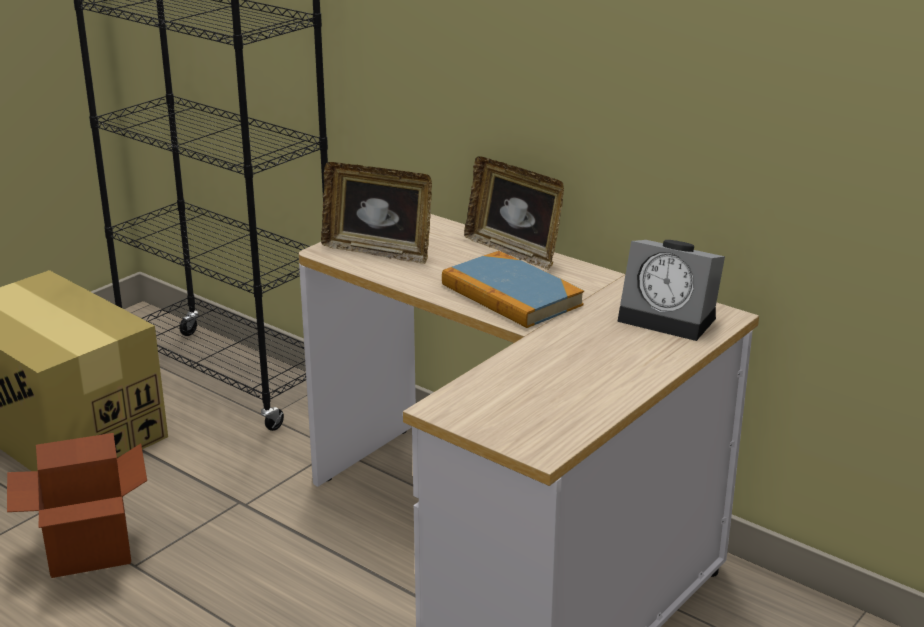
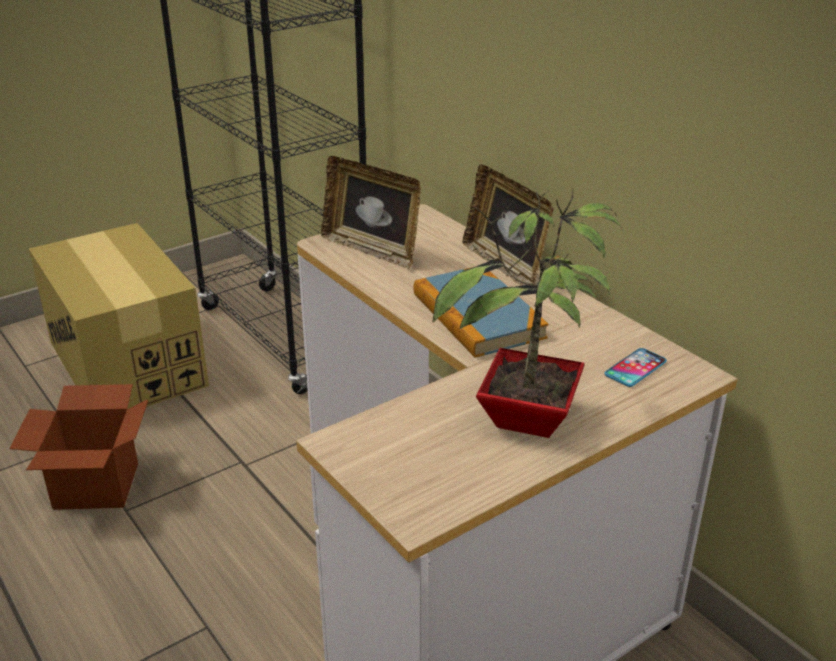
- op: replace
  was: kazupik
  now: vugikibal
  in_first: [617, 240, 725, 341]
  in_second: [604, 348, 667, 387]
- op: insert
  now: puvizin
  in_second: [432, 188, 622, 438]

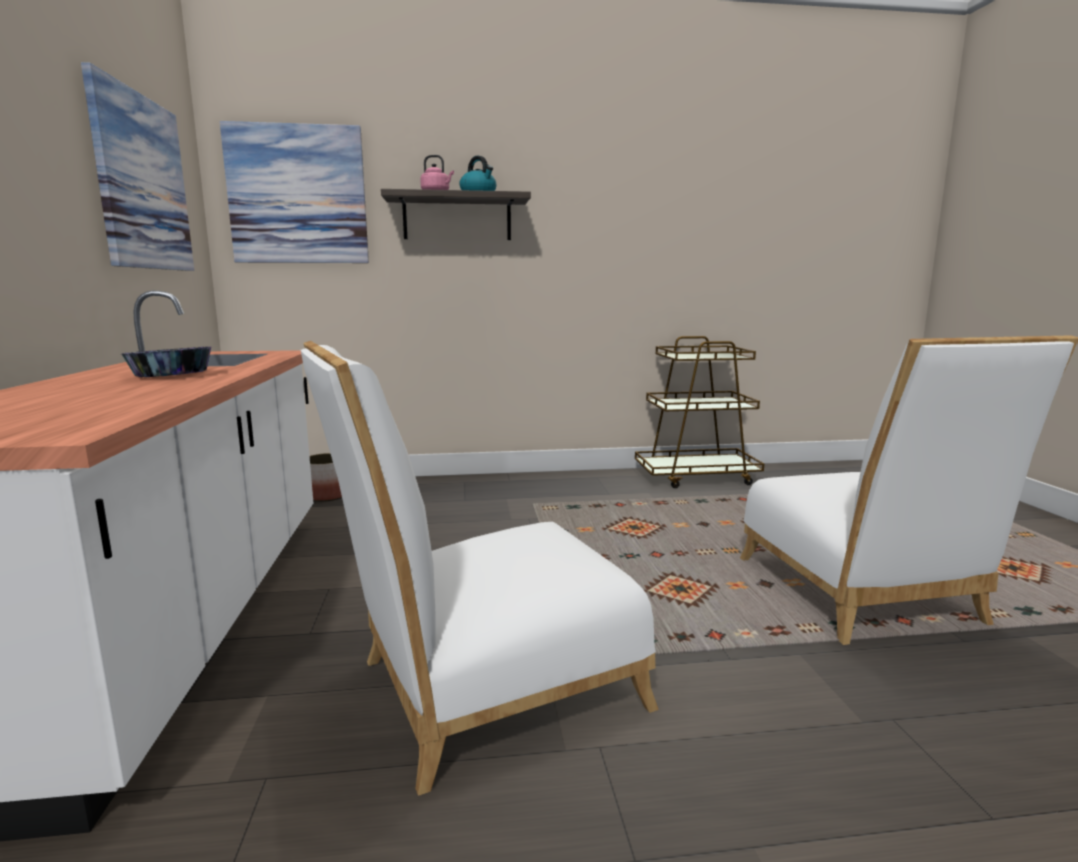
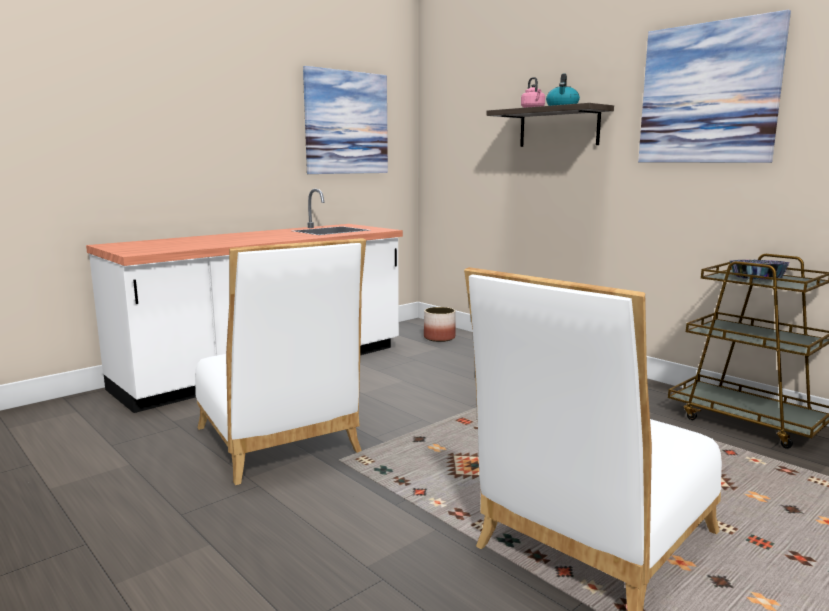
- op: move
  was: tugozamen
  in_first: [122, 347, 211, 377]
  in_second: [730, 260, 789, 280]
- op: move
  was: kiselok
  in_first: [220, 121, 369, 263]
  in_second: [638, 10, 791, 163]
- op: rotate
  was: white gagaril
  in_first: [301, 341, 658, 795]
  in_second: [195, 238, 366, 485]
  clockwise: -150

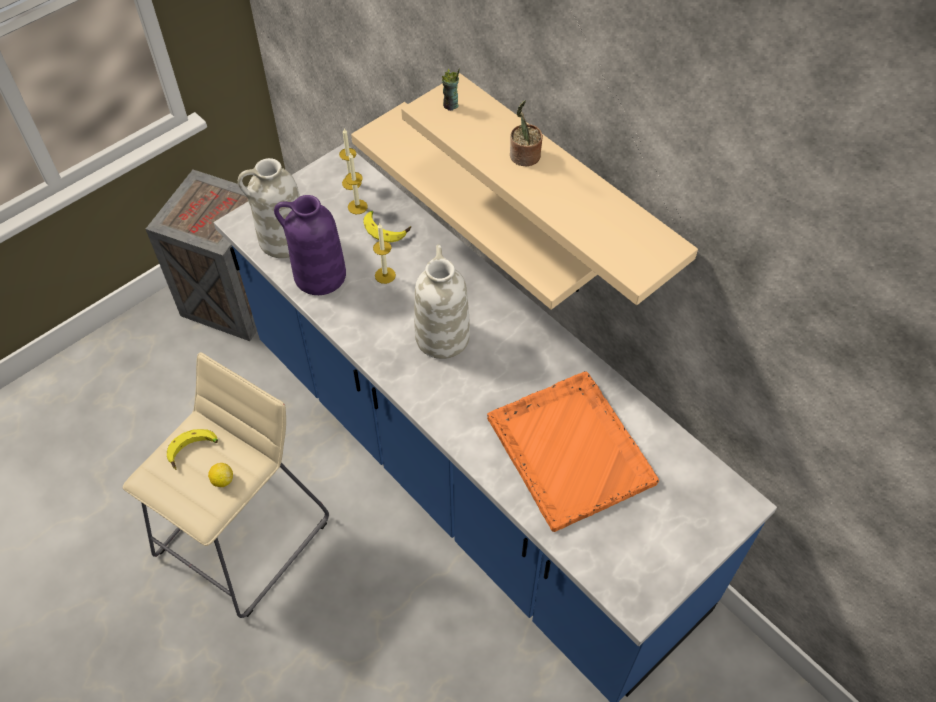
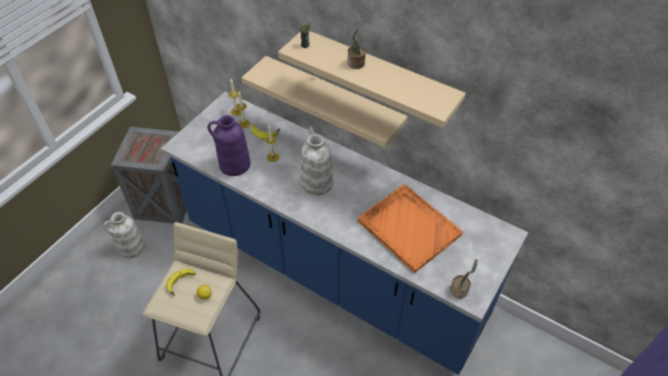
- op: move
  was: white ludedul
  in_first: [238, 158, 300, 258]
  in_second: [103, 212, 145, 258]
- op: insert
  now: puvizin
  in_second: [450, 259, 478, 298]

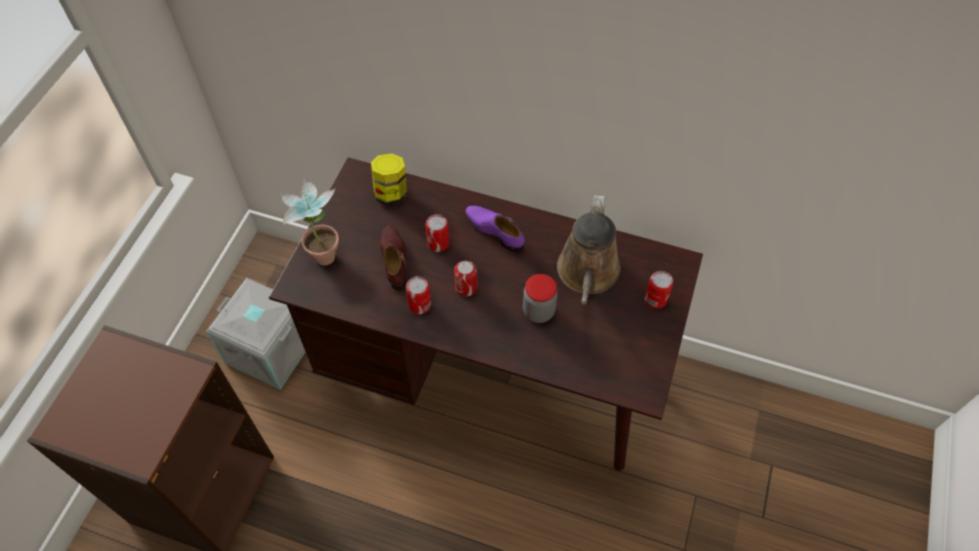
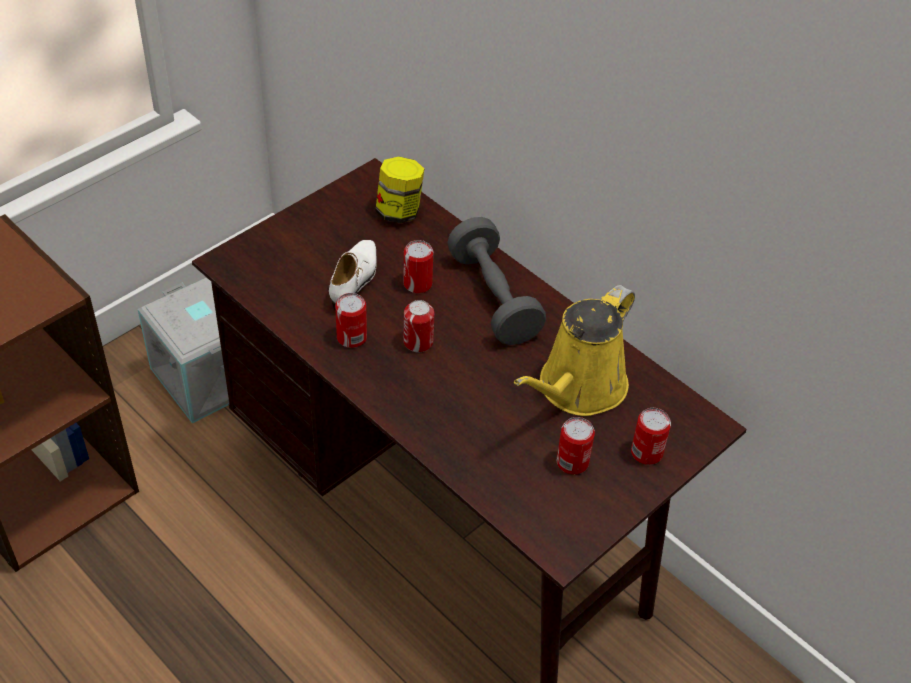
- op: delete
  was: puvizin
  in_first: [278, 178, 339, 266]
- op: recolor
  was: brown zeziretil
  now: white zeziretil
  in_first: [380, 225, 407, 291]
  in_second: [329, 240, 377, 311]
- op: replace
  was: purple zeziretil
  now: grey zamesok
  in_first: [465, 206, 525, 253]
  in_second: [447, 217, 546, 345]
- op: delete
  was: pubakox
  in_first: [523, 274, 558, 323]
- op: recolor
  was: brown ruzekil
  now: yellow ruzekil
  in_first: [557, 195, 621, 305]
  in_second: [514, 285, 635, 416]
- op: insert
  now: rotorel
  in_second: [557, 417, 595, 474]

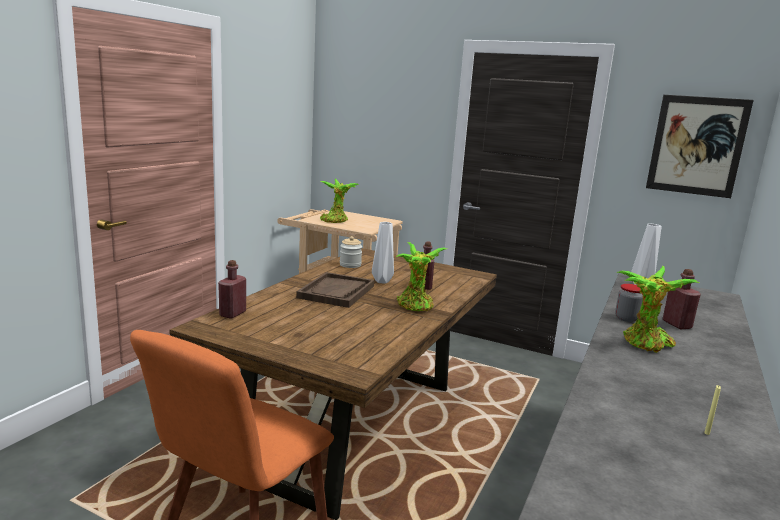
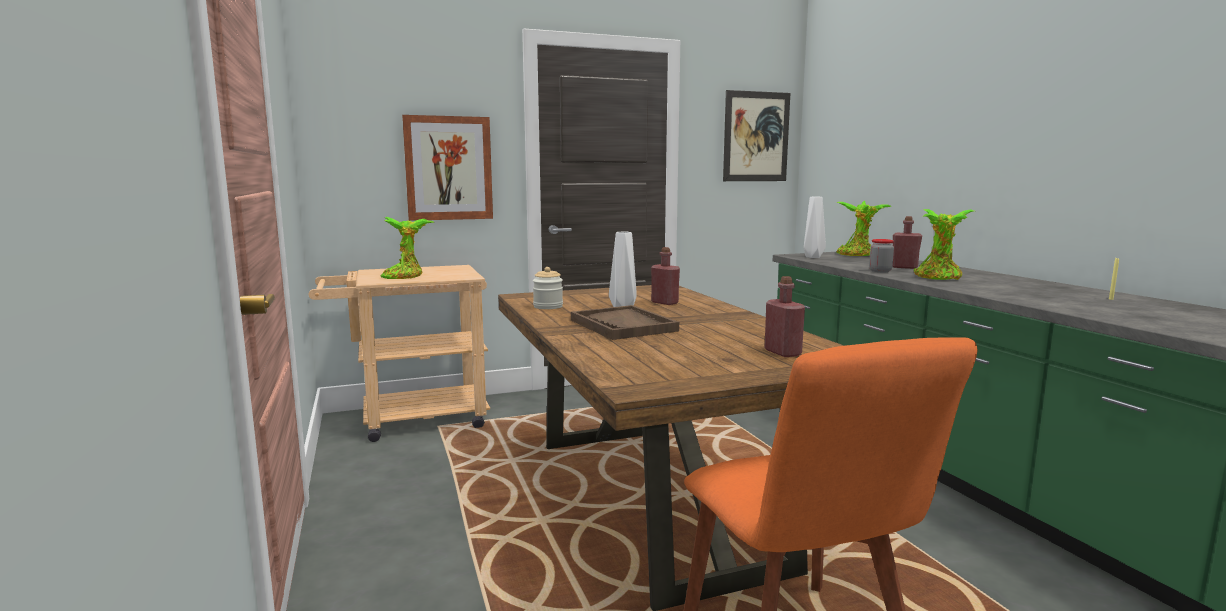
- op: move
  was: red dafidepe
  in_first: [218, 260, 246, 319]
  in_second: [764, 276, 805, 357]
- op: move
  was: puvizin
  in_first: [396, 242, 447, 311]
  in_second: [836, 201, 892, 256]
- op: insert
  now: kiselok
  in_second: [402, 115, 493, 221]

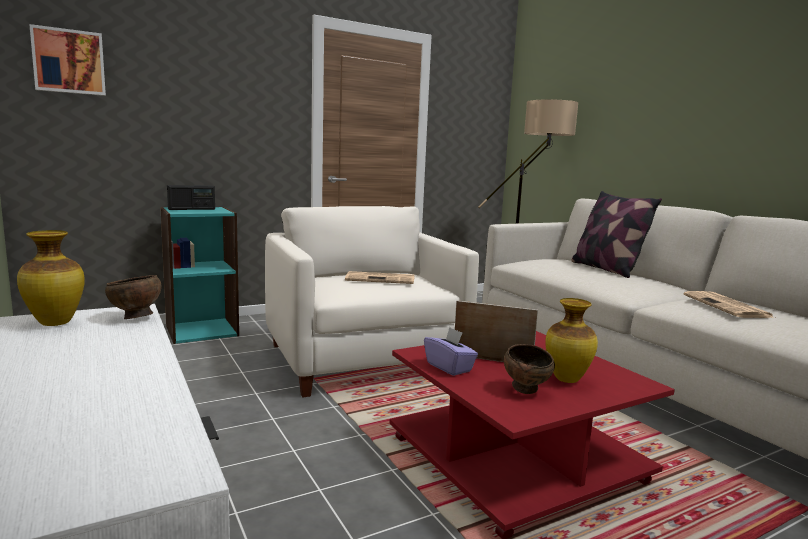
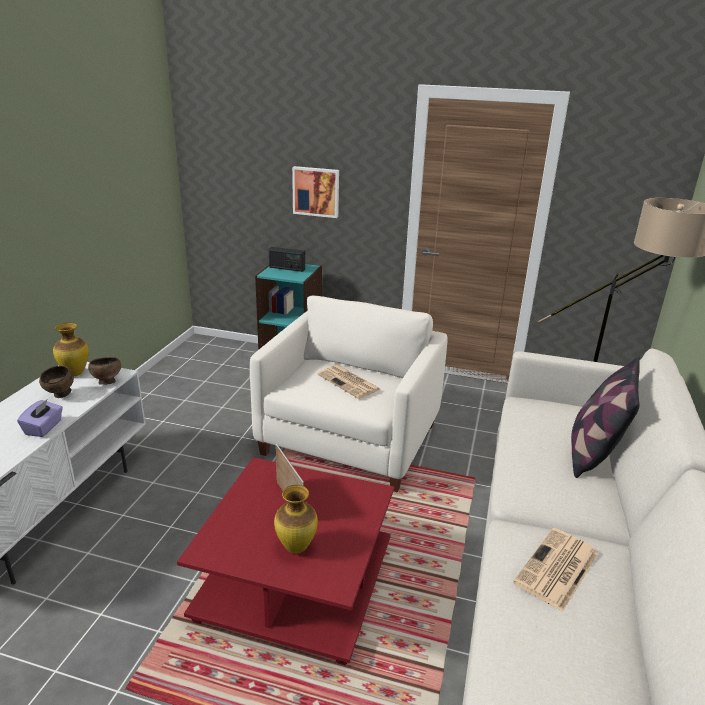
- op: move
  was: kiselok
  in_first: [29, 24, 106, 96]
  in_second: [292, 166, 339, 218]
- op: move
  was: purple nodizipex
  in_first: [424, 327, 478, 376]
  in_second: [17, 400, 63, 437]
- op: move
  was: brown tugozamen
  in_first: [504, 344, 555, 394]
  in_second: [39, 365, 74, 398]

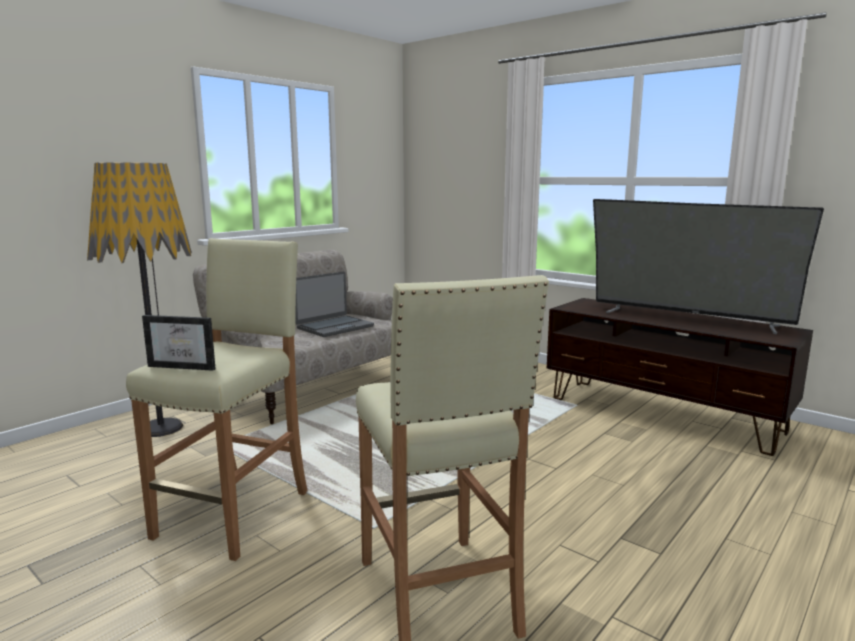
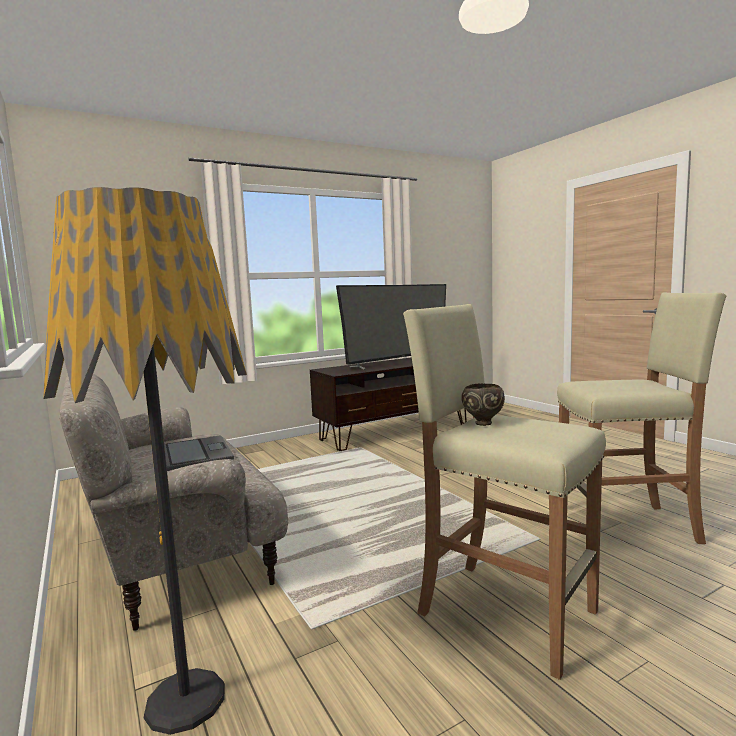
- op: delete
  was: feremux
  in_first: [142, 315, 216, 371]
- op: insert
  now: brown tugozamen
  in_second: [461, 384, 505, 426]

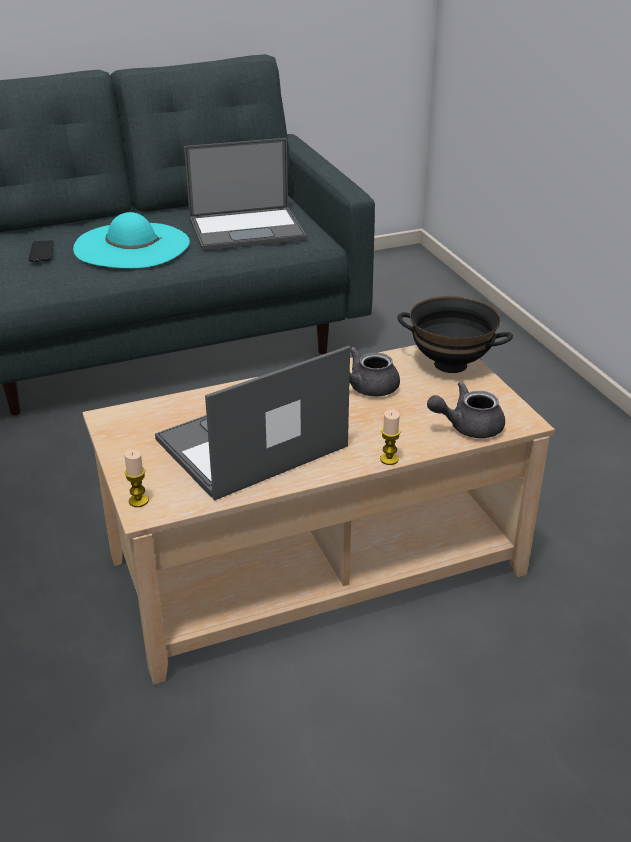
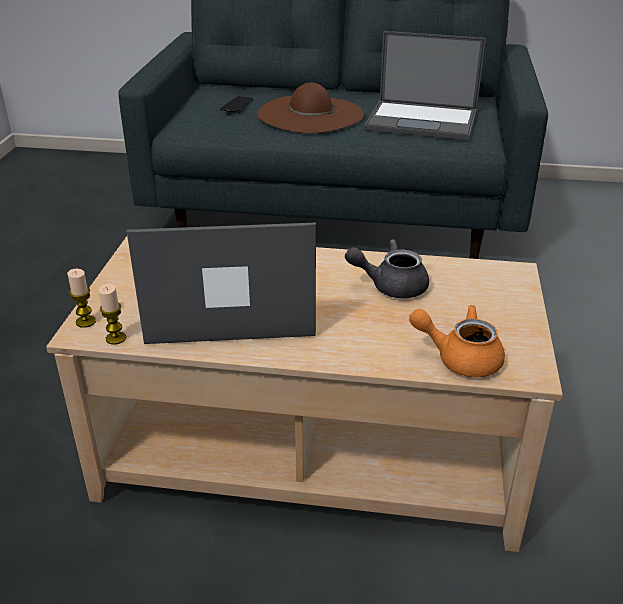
- op: recolor
  was: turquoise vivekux
  now: brown vivekux
  in_first: [73, 212, 190, 269]
  in_second: [257, 83, 364, 133]
- op: move
  was: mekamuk
  in_first: [380, 409, 400, 465]
  in_second: [99, 284, 126, 345]
- op: delete
  was: black tugozamen
  in_first: [397, 296, 513, 373]
- op: recolor
  was: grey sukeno
  now: orange sukeno
  in_first: [427, 382, 505, 438]
  in_second: [409, 305, 505, 377]

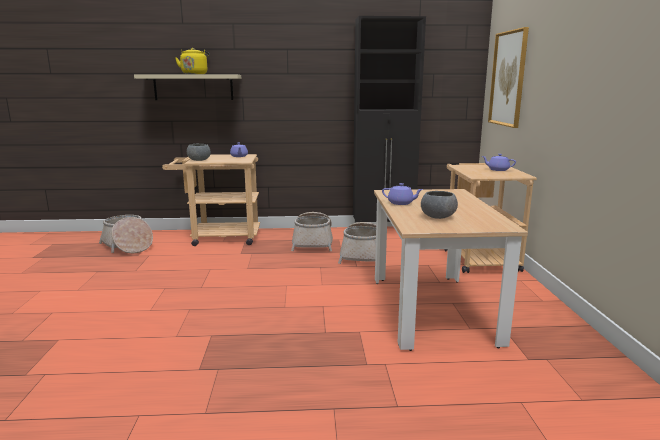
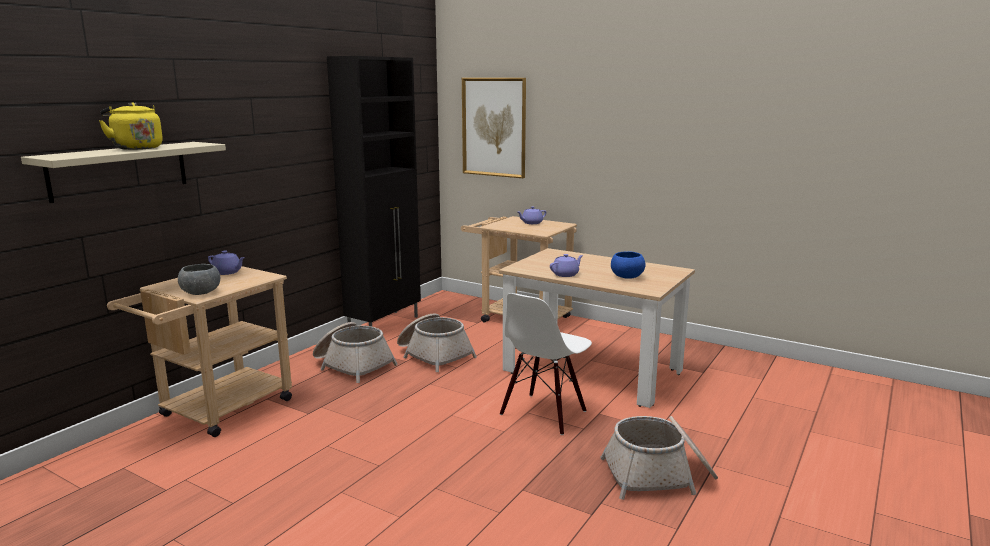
- op: move
  was: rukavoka
  in_first: [99, 215, 153, 253]
  in_second: [600, 416, 718, 500]
- op: recolor
  was: grey tugozamen
  now: blue tugozamen
  in_first: [421, 191, 458, 219]
  in_second: [611, 252, 645, 279]
- op: insert
  now: white gagaril
  in_second: [500, 293, 592, 435]

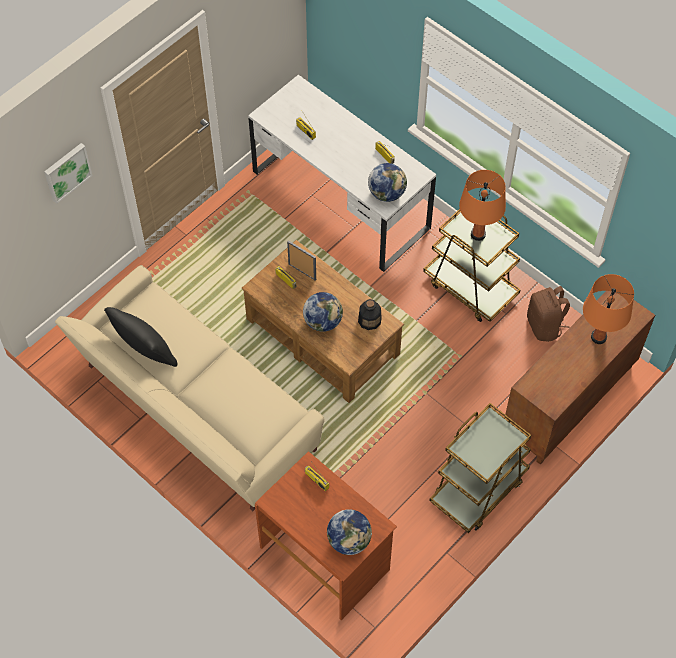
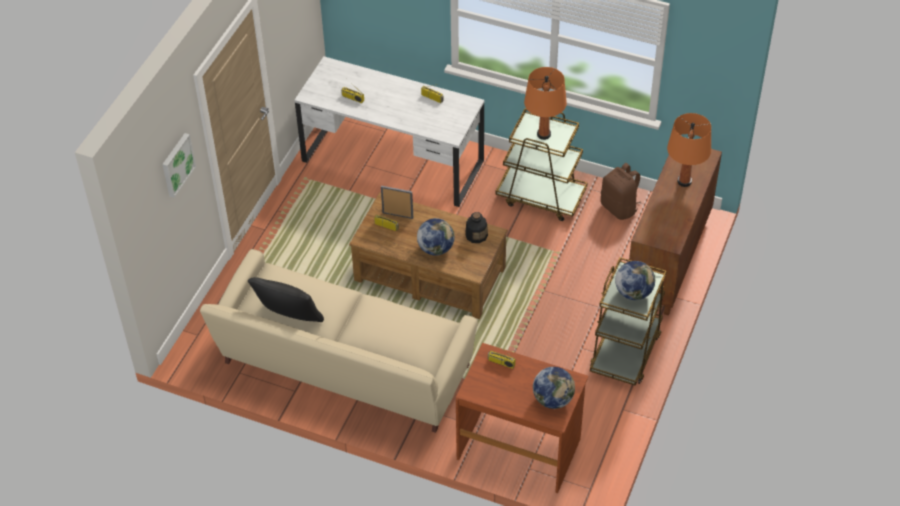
- op: move
  was: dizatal
  in_first: [368, 163, 407, 202]
  in_second: [615, 261, 655, 300]

